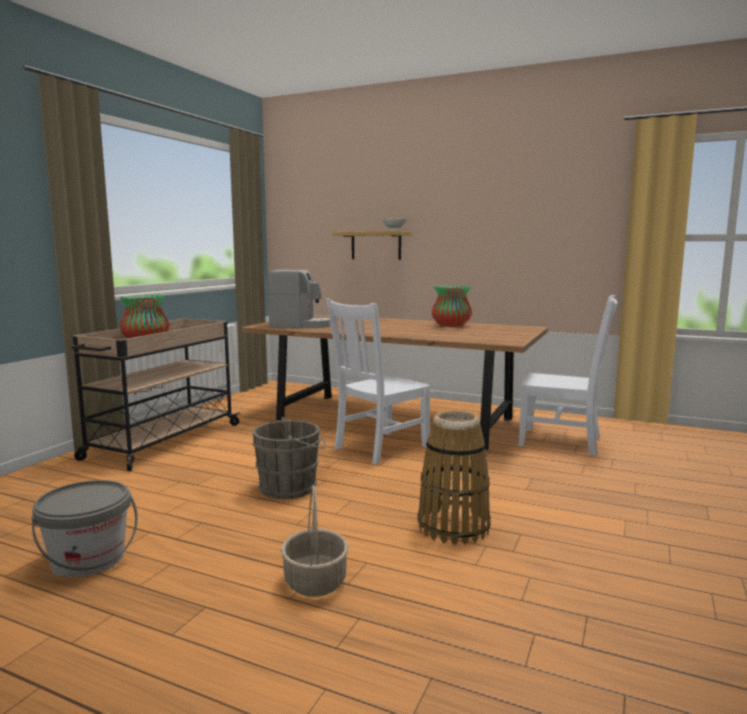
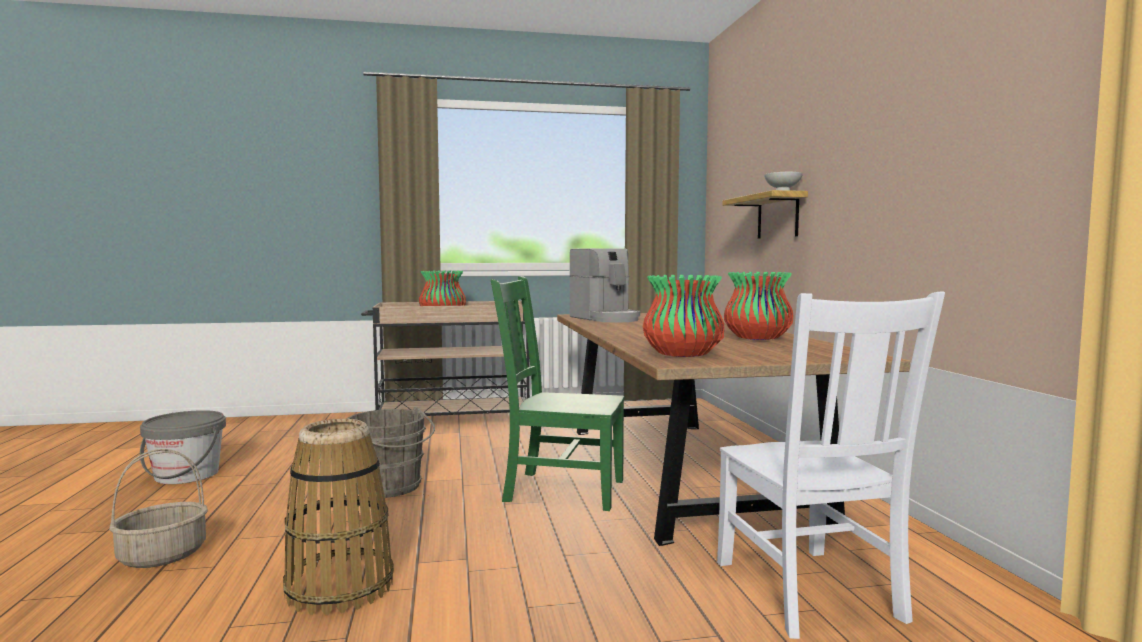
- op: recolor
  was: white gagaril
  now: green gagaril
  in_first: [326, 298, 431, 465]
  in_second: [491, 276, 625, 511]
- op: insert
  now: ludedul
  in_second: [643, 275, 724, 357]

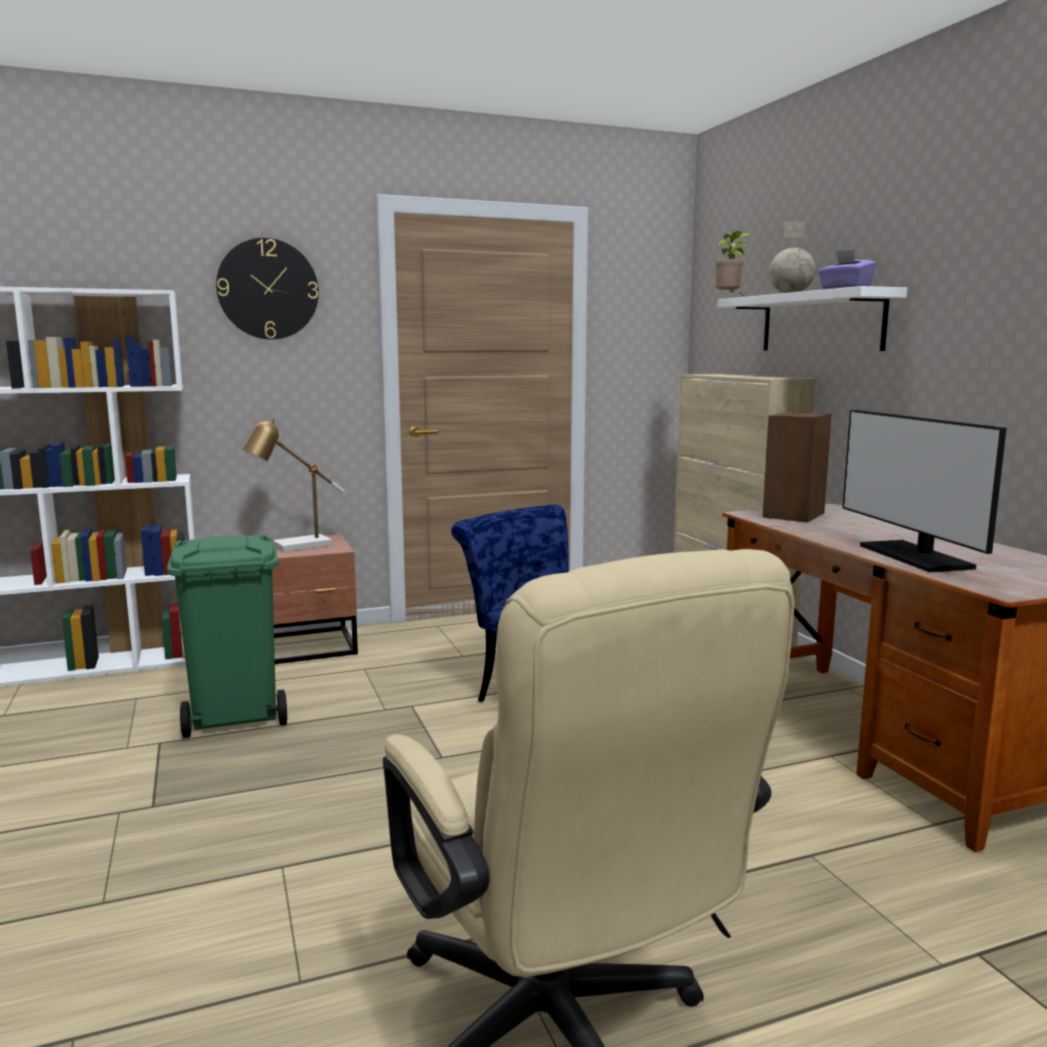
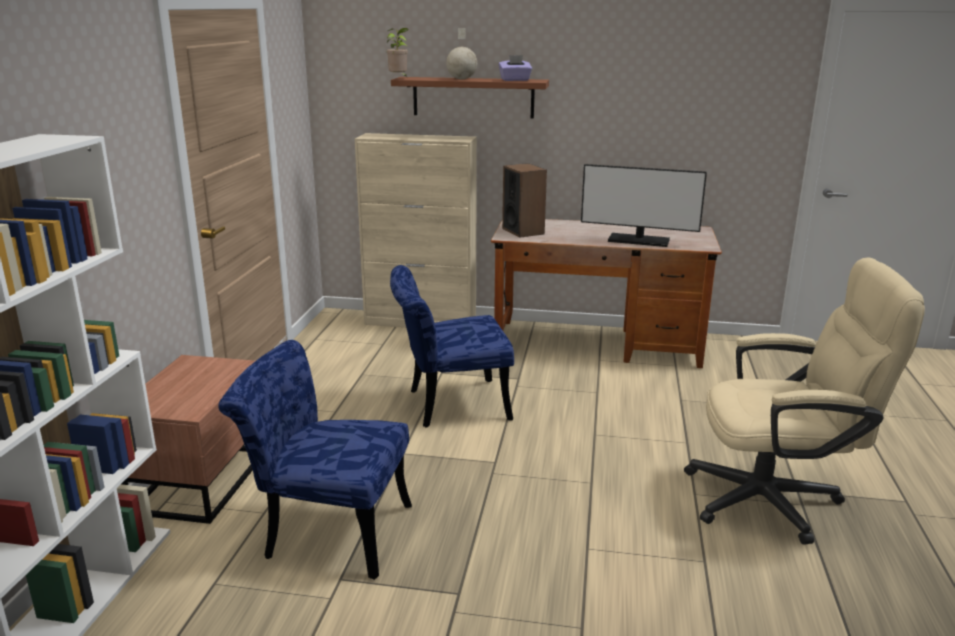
- op: replace
  was: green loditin
  now: blue gagaril
  in_first: [167, 534, 287, 738]
  in_second: [218, 340, 412, 580]
- op: delete
  was: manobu
  in_first: [216, 238, 319, 339]
- op: delete
  was: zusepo
  in_first: [242, 418, 345, 552]
- op: recolor
  was: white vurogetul
  now: brown vurogetul
  in_first: [718, 286, 907, 351]
  in_second: [391, 77, 549, 118]

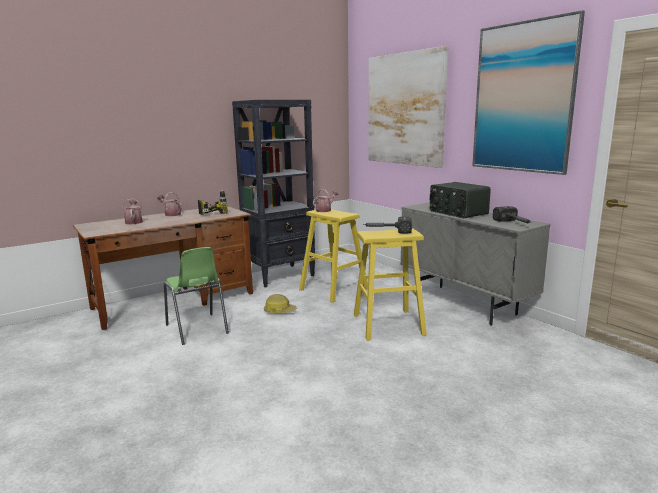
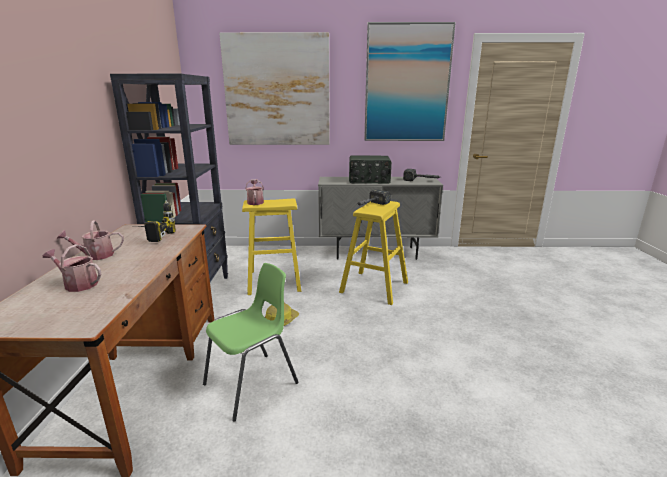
- op: rotate
  was: green gagaril
  in_first: [164, 247, 229, 345]
  in_second: [203, 263, 299, 422]
  clockwise: -45

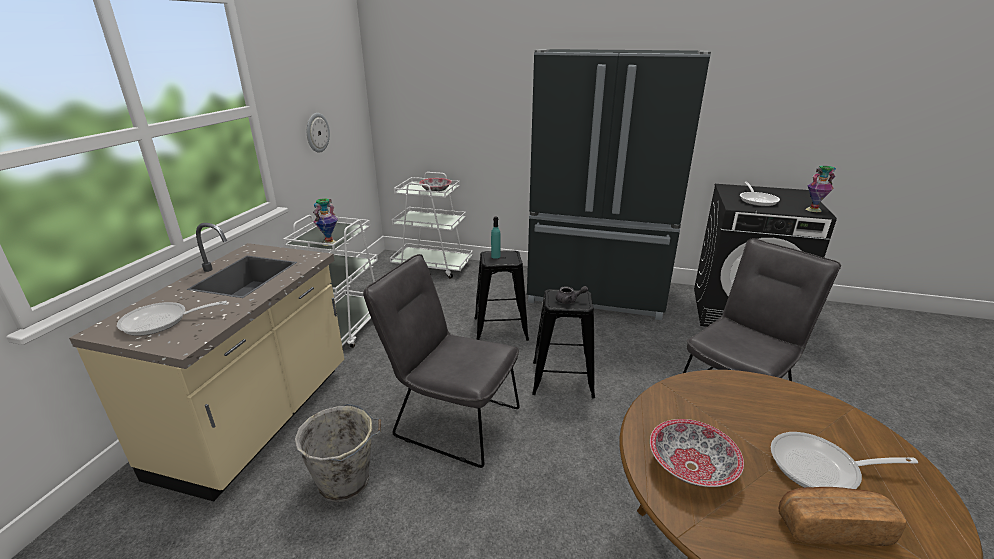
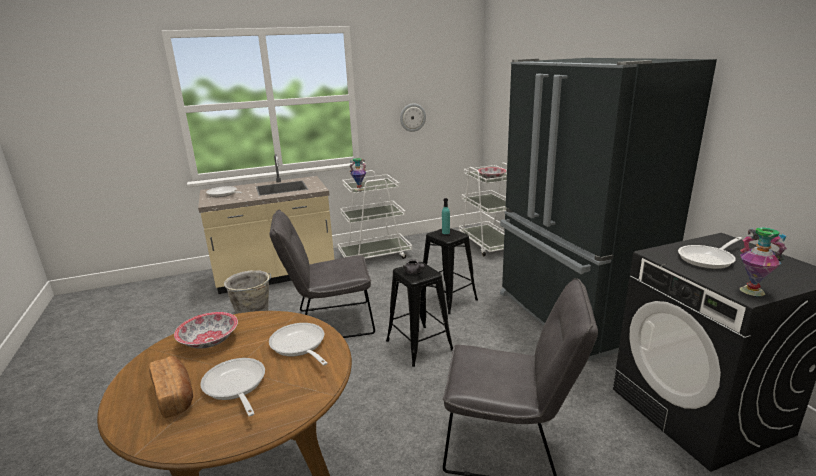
- op: rotate
  was: grey gagaril
  in_first: [363, 254, 520, 468]
  in_second: [270, 210, 375, 338]
  clockwise: -90
- op: insert
  now: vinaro
  in_second: [269, 323, 328, 366]

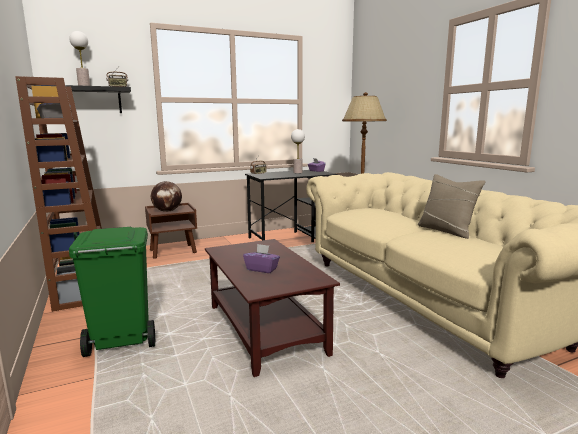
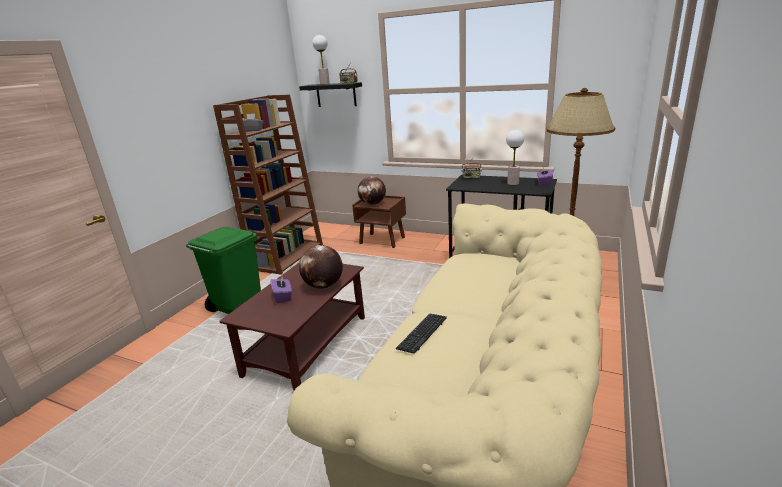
- op: delete
  was: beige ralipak
  in_first: [418, 174, 486, 239]
- op: insert
  now: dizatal
  in_second: [299, 245, 343, 289]
- op: insert
  now: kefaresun
  in_second: [396, 314, 446, 354]

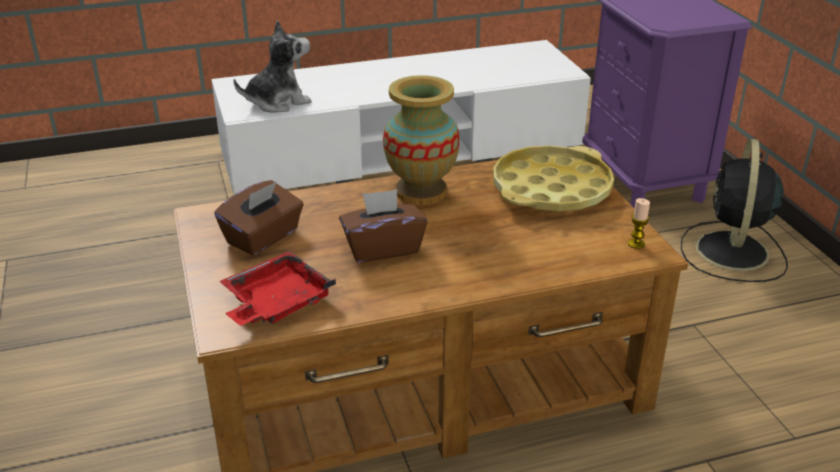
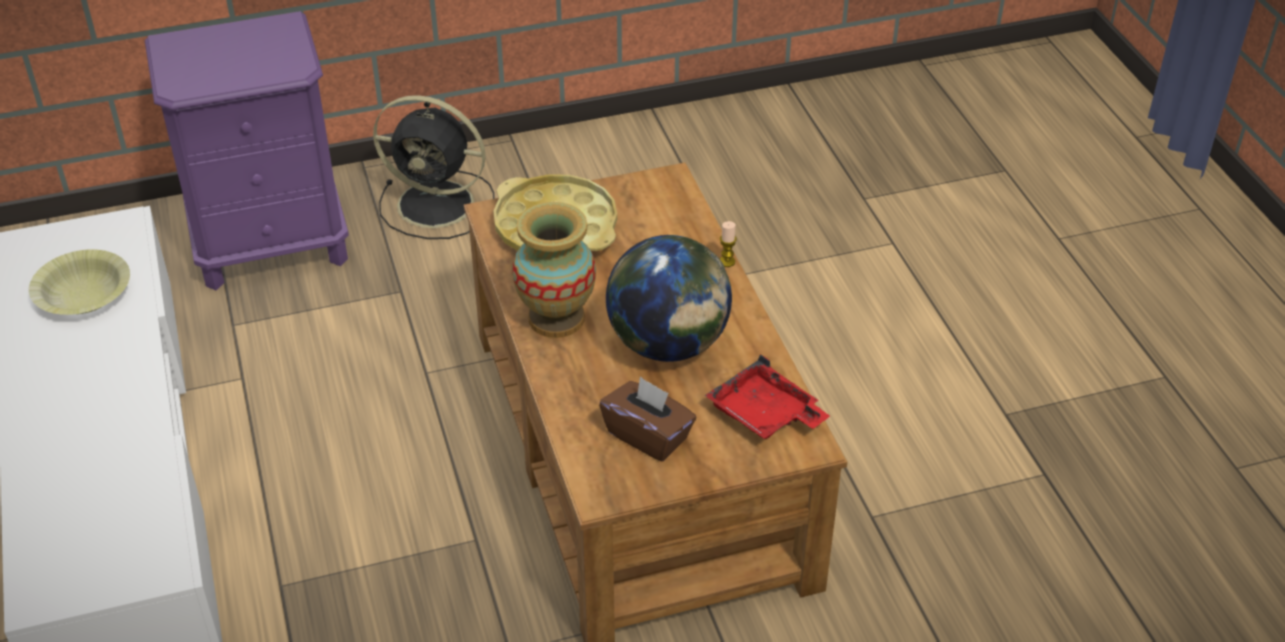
- op: delete
  was: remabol
  in_first: [233, 20, 311, 113]
- op: replace
  was: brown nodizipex
  now: dizatal
  in_first: [339, 189, 427, 262]
  in_second: [606, 235, 732, 362]
- op: move
  was: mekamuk
  in_first: [628, 198, 650, 249]
  in_second: [720, 221, 737, 267]
- op: insert
  now: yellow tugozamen
  in_second: [29, 249, 130, 315]

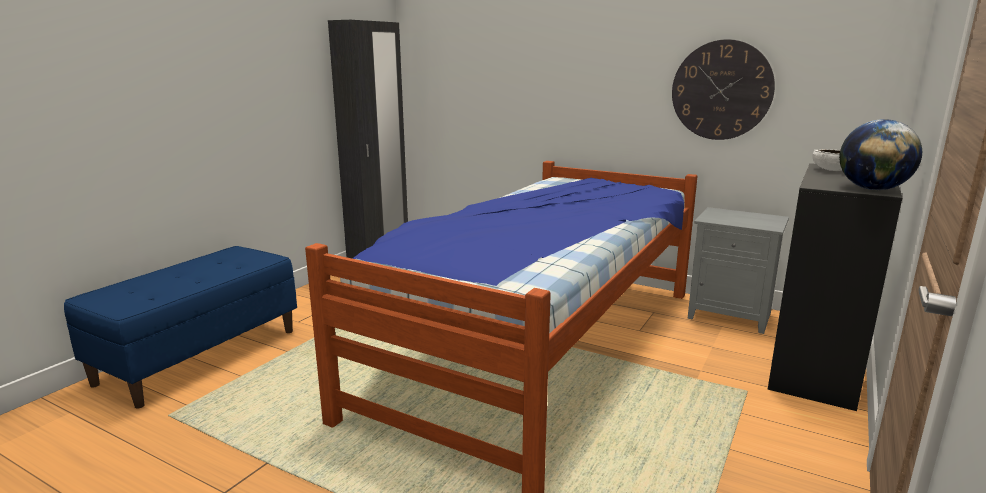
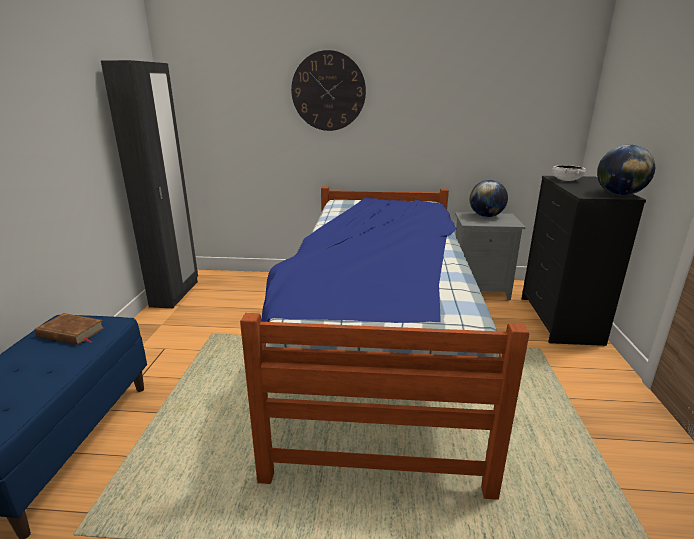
- op: move
  was: manobu
  in_first: [672, 39, 775, 140]
  in_second: [291, 50, 366, 131]
- op: insert
  now: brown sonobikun
  in_second: [35, 313, 104, 345]
- op: insert
  now: dizatal
  in_second: [470, 180, 508, 217]

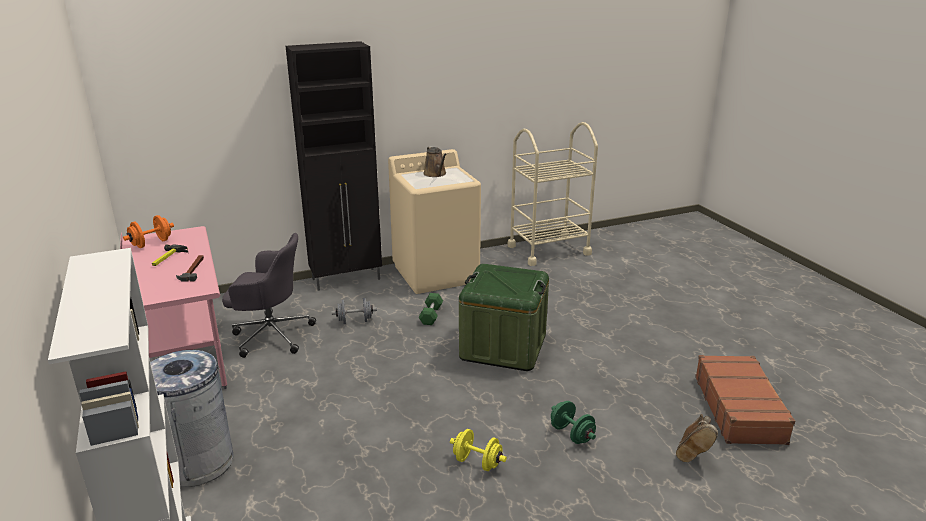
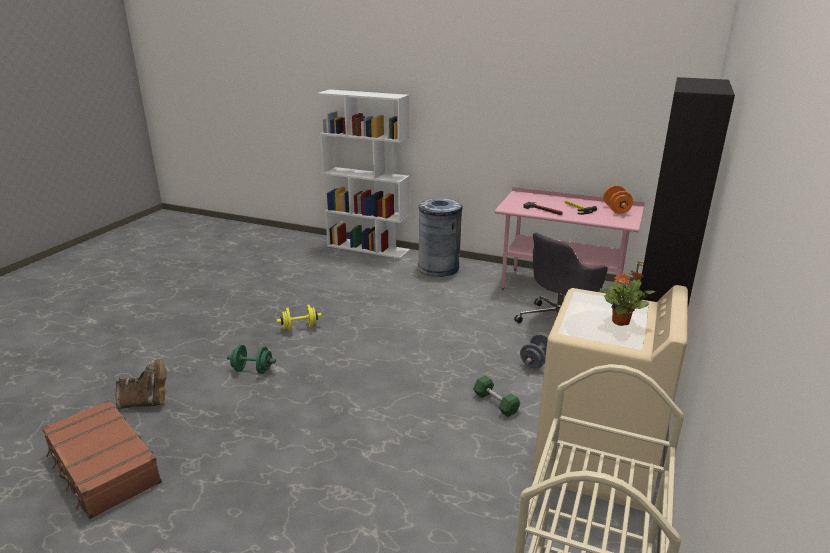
- op: replace
  was: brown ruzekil
  now: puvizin
  in_first: [423, 146, 447, 177]
  in_second: [600, 270, 655, 326]
- op: delete
  was: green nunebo
  in_first: [459, 264, 549, 371]
- op: rotate
  was: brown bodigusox
  in_first: [676, 414, 718, 462]
  in_second: [115, 359, 167, 409]
  clockwise: 105

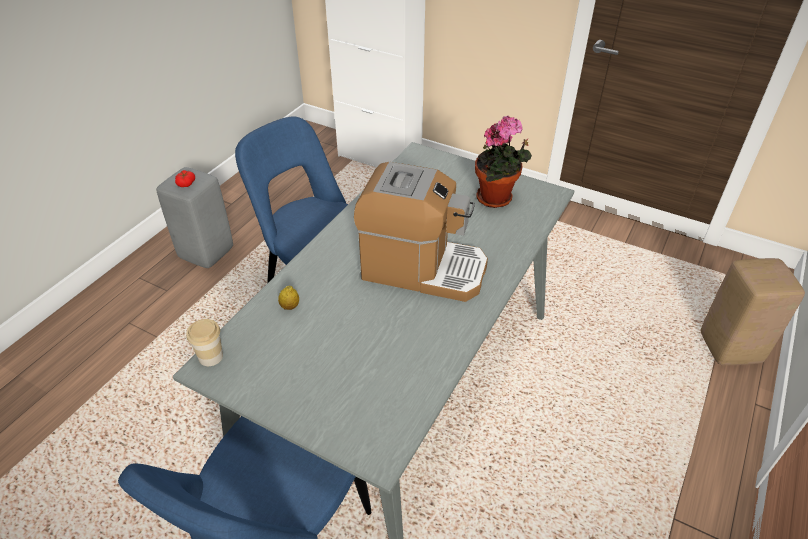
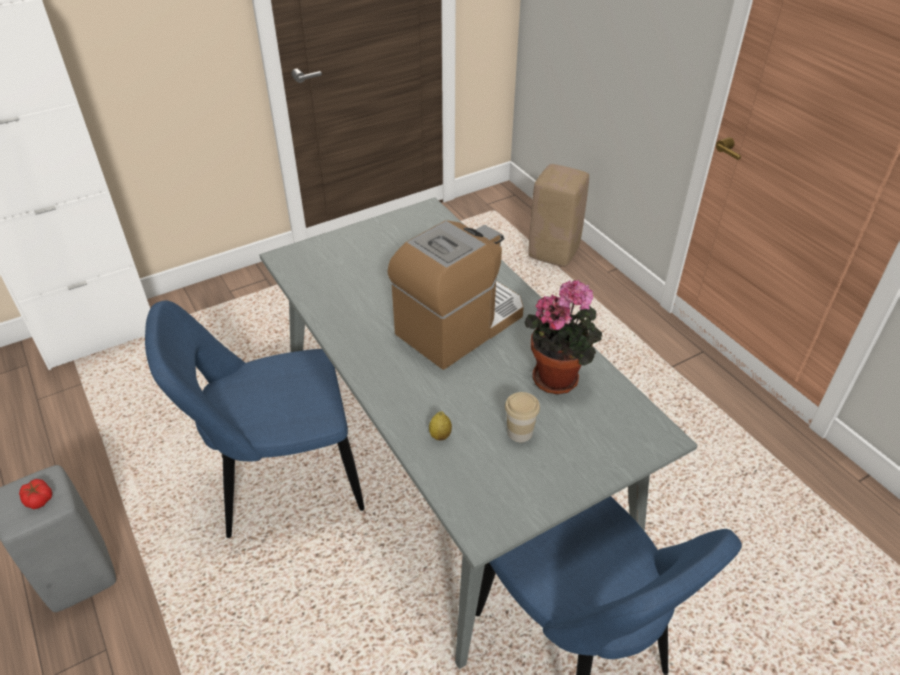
- op: move
  was: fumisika
  in_first: [186, 319, 223, 366]
  in_second: [505, 392, 540, 442]
- op: move
  was: puvizin
  in_first: [475, 116, 532, 208]
  in_second: [524, 279, 602, 394]

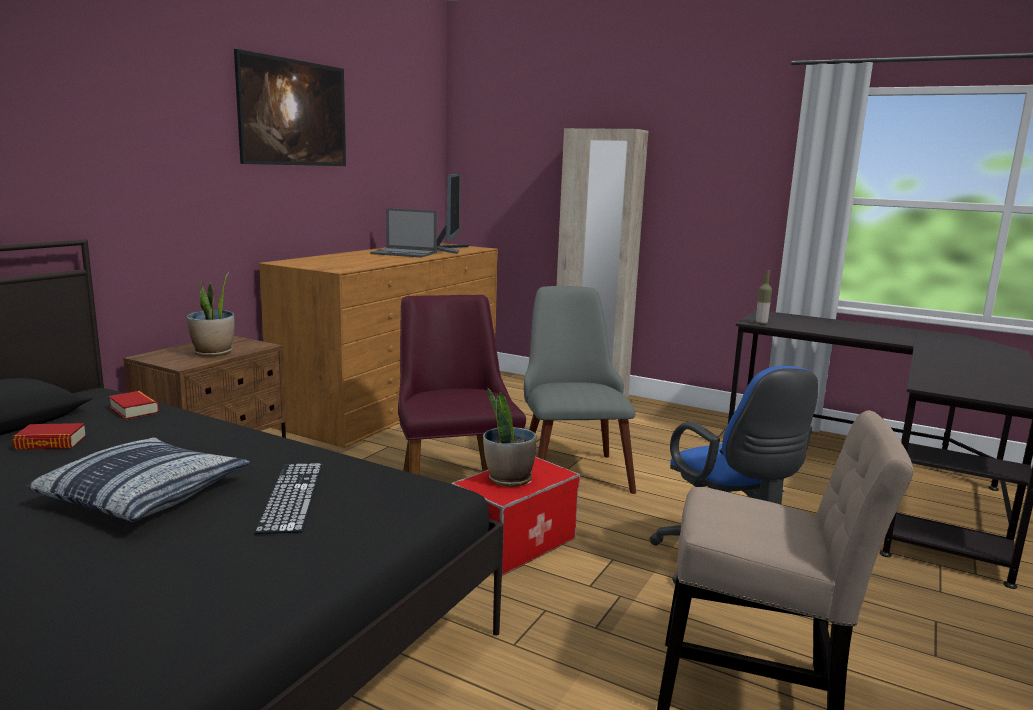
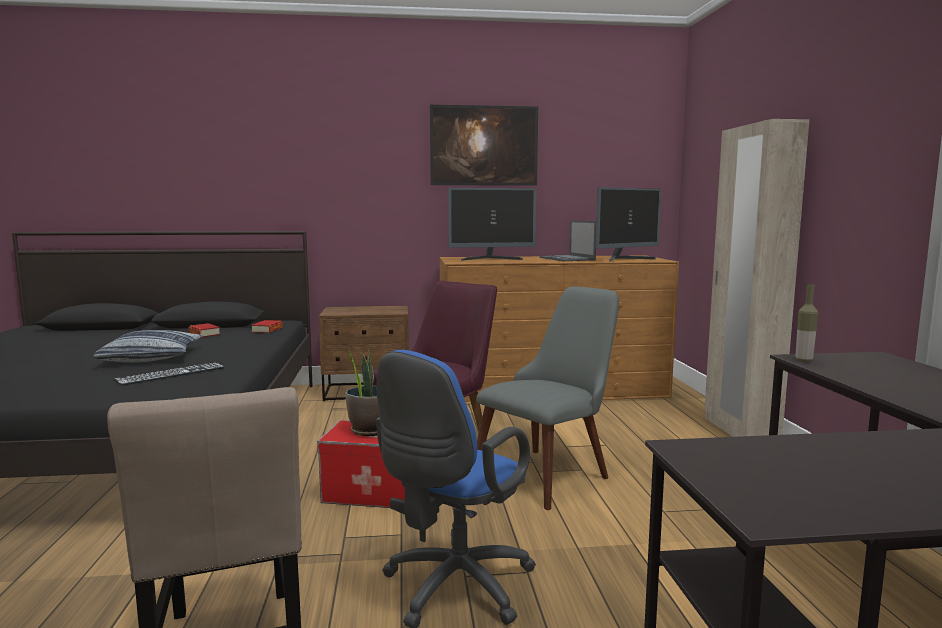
- op: delete
  was: puvizin
  in_first: [186, 272, 235, 357]
- op: insert
  now: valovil
  in_second: [448, 188, 536, 261]

